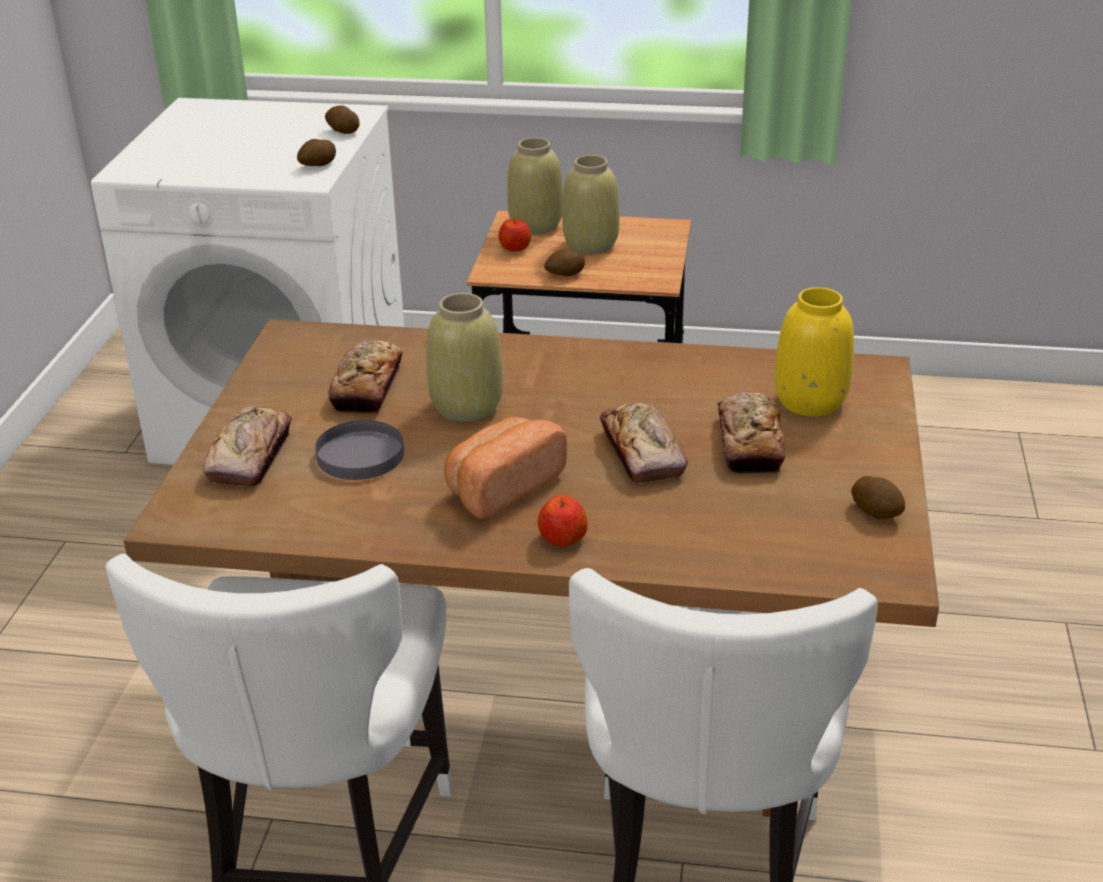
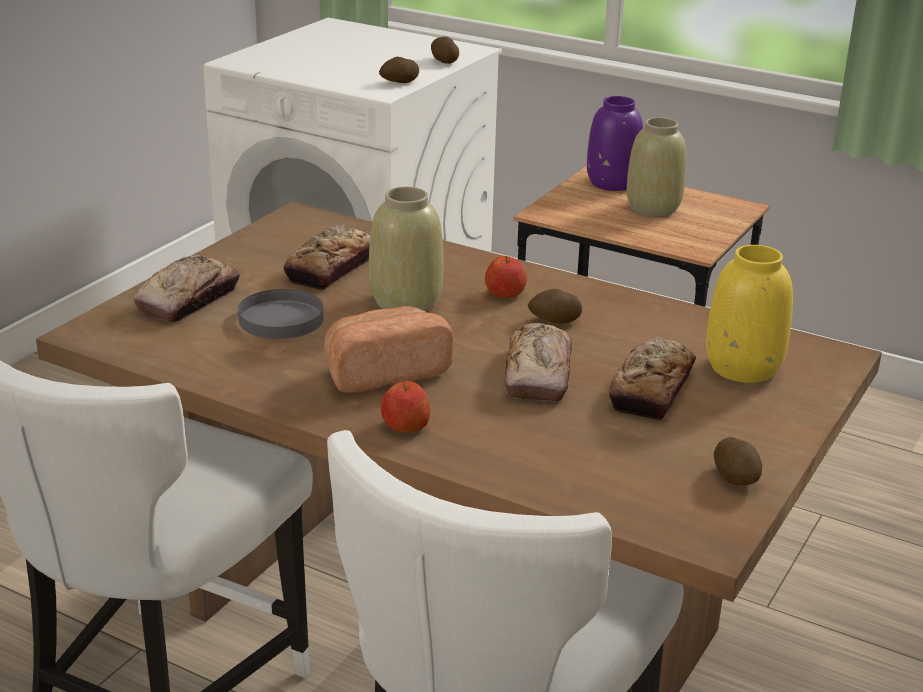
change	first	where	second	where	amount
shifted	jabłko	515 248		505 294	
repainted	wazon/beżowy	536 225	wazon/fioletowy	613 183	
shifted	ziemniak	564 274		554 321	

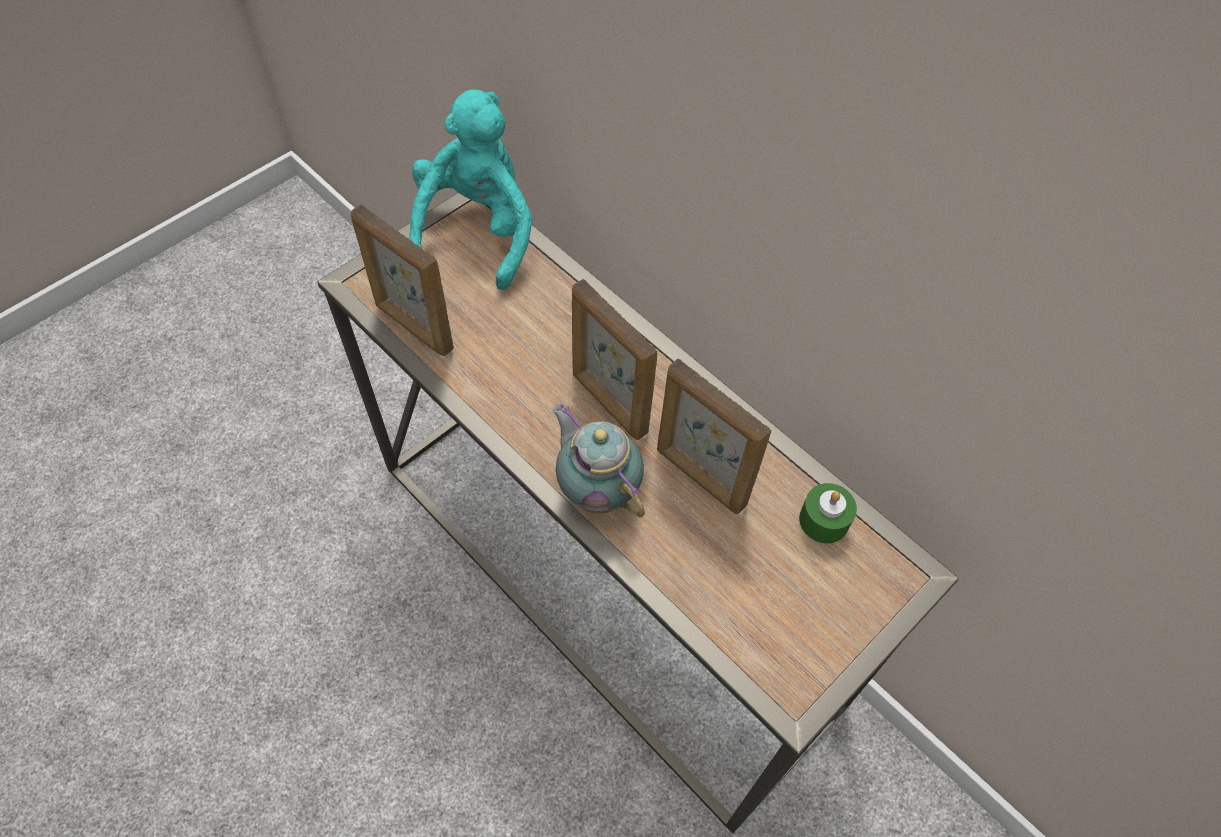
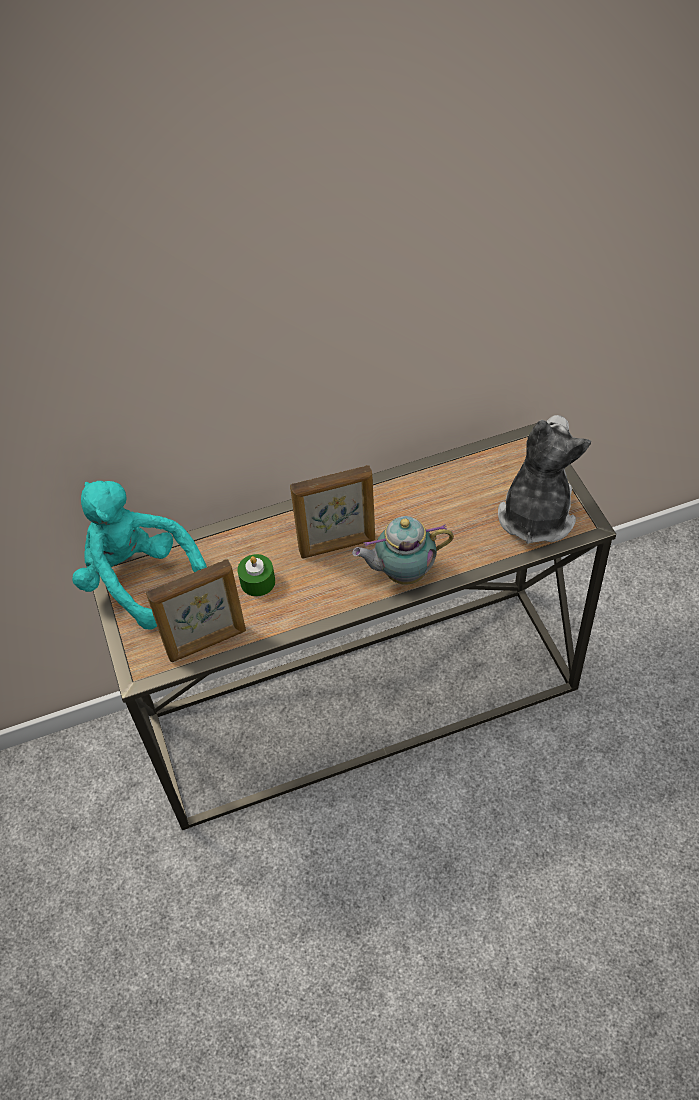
change	first	where	second	where	amount
gone	ramka na zdjęcie	700 478			
shifted	świeca/zielony	824 520		257 582	
new			pluszak	536 514	

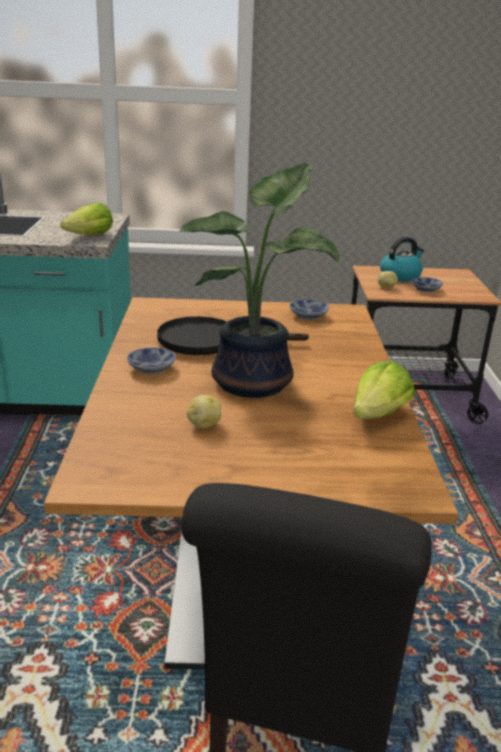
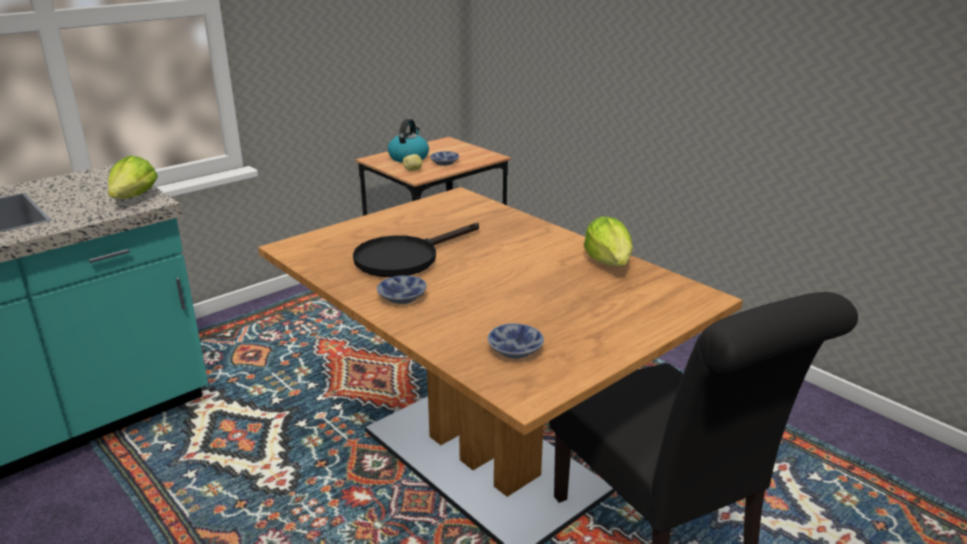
change	first	where	second	where	amount
gone	roślina doniczkowa	257 382			
gone	ziemniak	204 424			
shifted	miska	308 315		513 349	

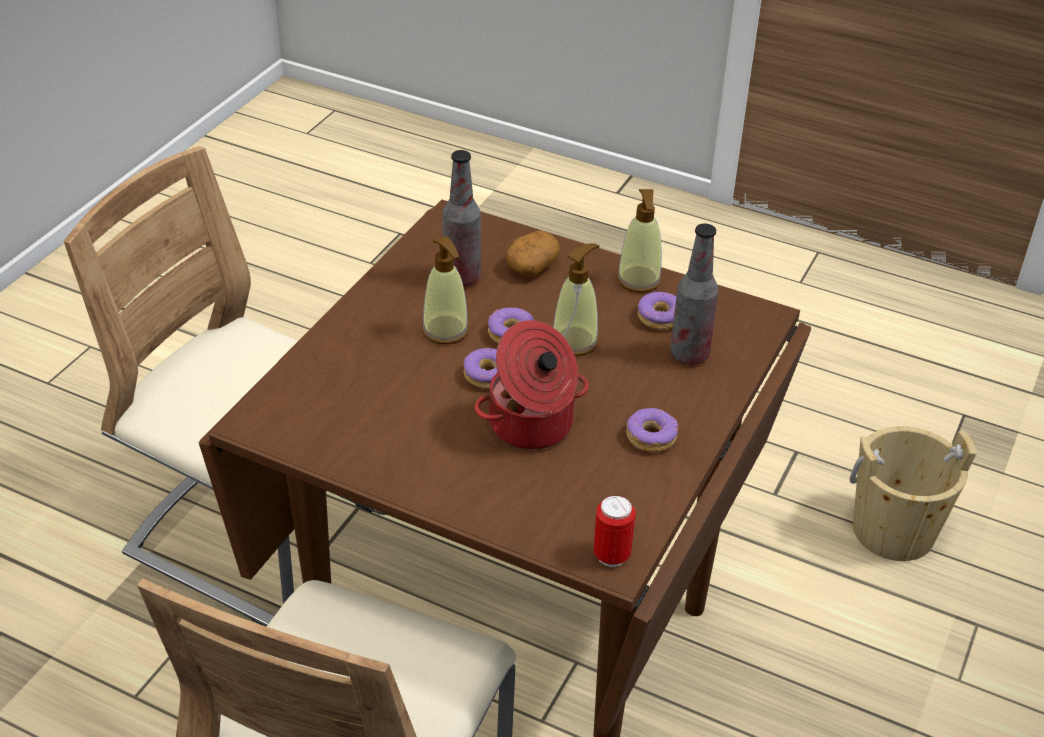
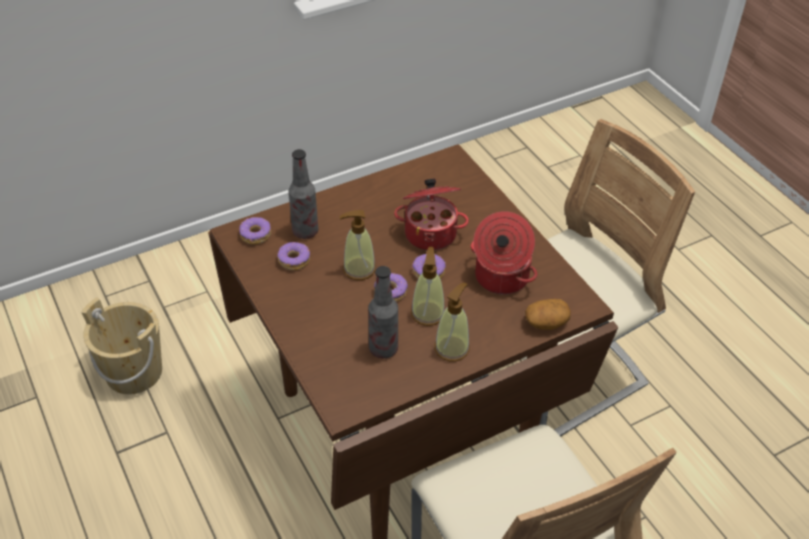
change	first	where	second	where	amount
shifted	ziemniak	532 266		546 322	
gone	puszka	611 555			
shifted	dozownik mydła	639 280		452 348	
shifted	donut	651 437		255 235	
new			garnek	500 277	

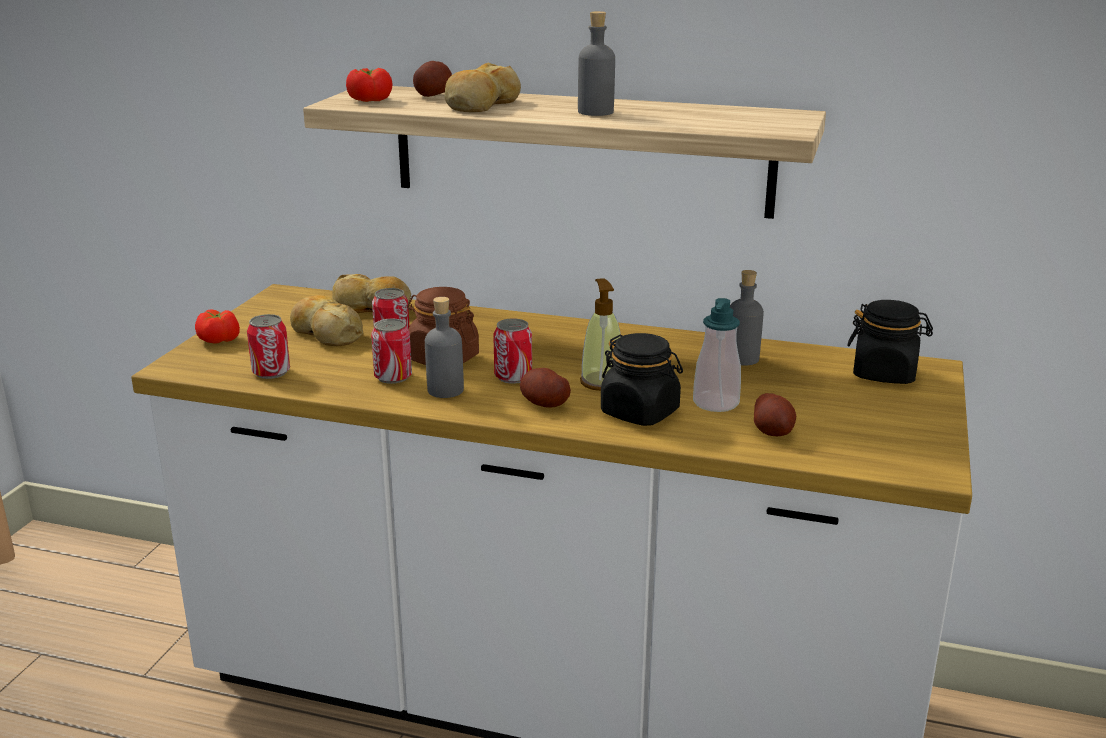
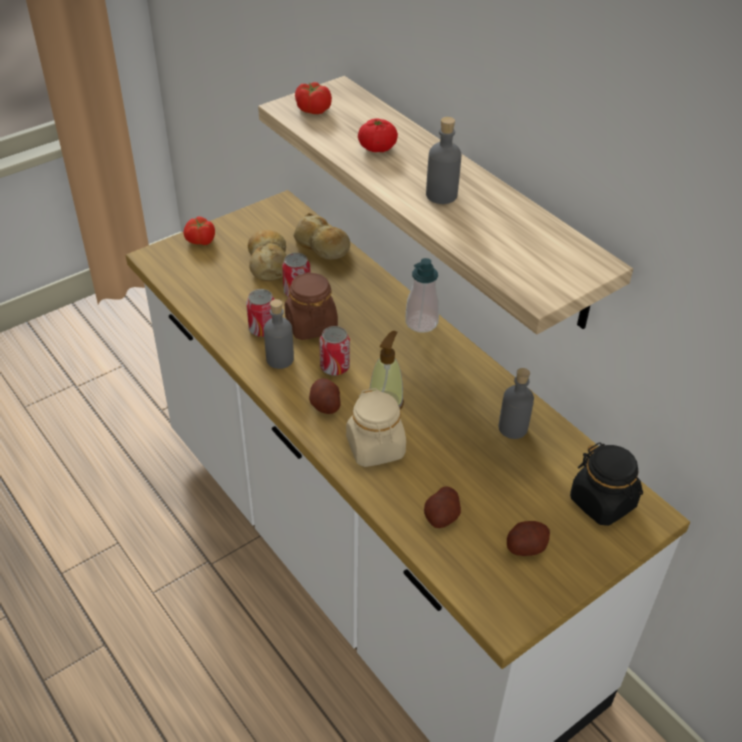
change	first	where	second	where	amount
gone	puszka	271 372			
shifted	ziemniak	433 95		526 547	
swapped	chleb	481 104	pomidor	377 148	
repainted	słoik/czarny	640 412	słoik/beżowy	375 448	
shifted	dozownik mydła	716 403		421 323	

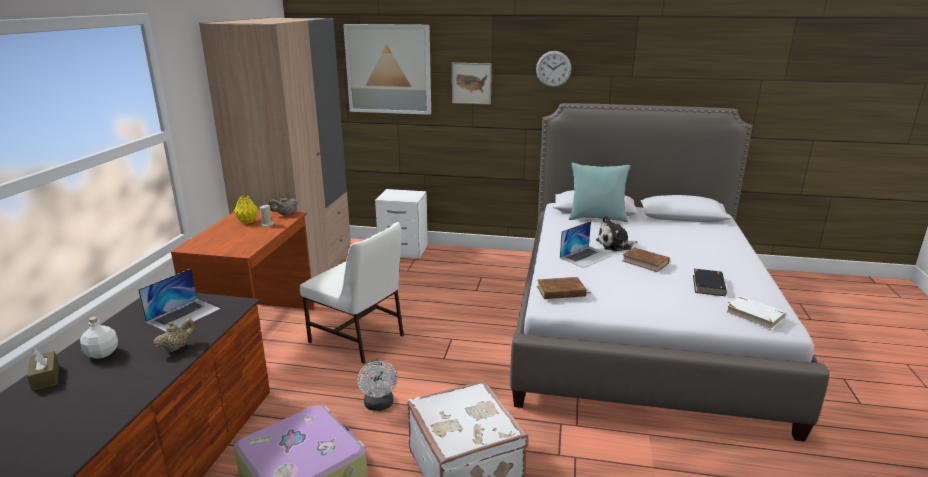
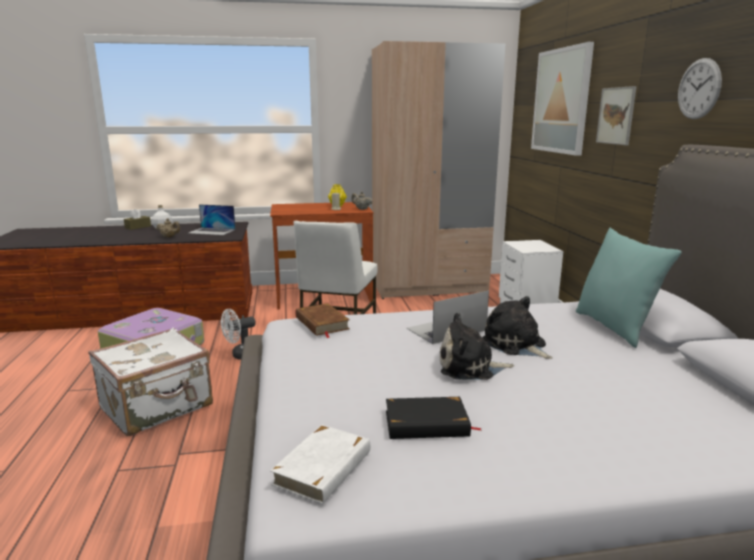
change	first	where	second	where	amount
rotated	laptop	586 256		446 329	120 degrees clockwise
swapped	książka/brązowy	645 262	pluszak	470 367	

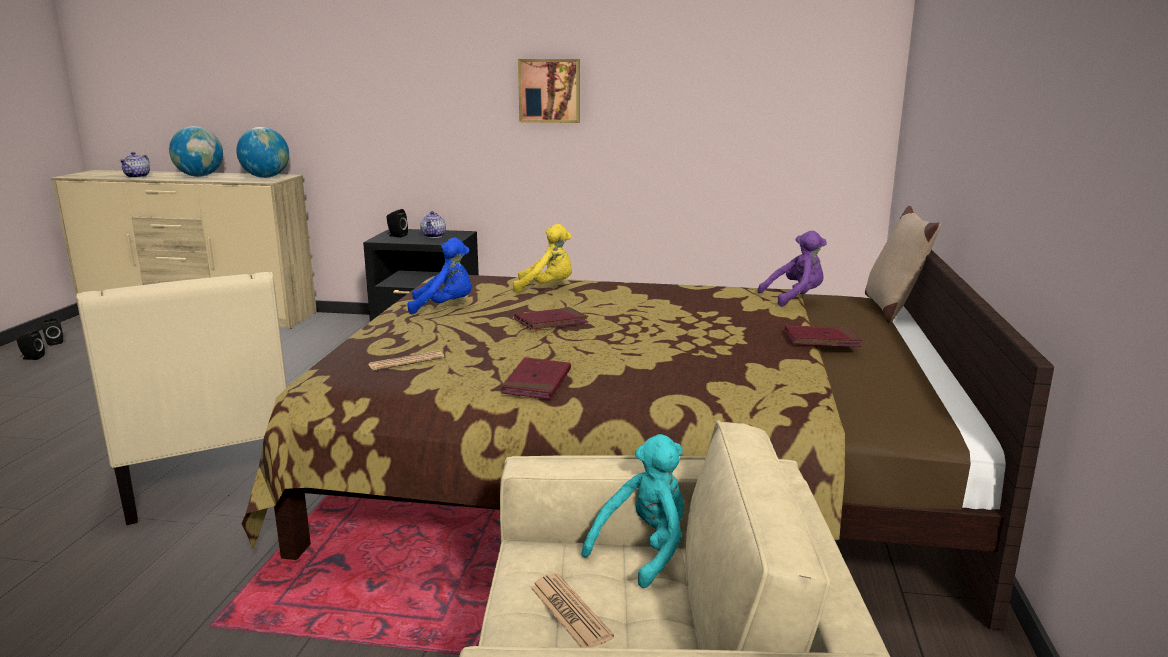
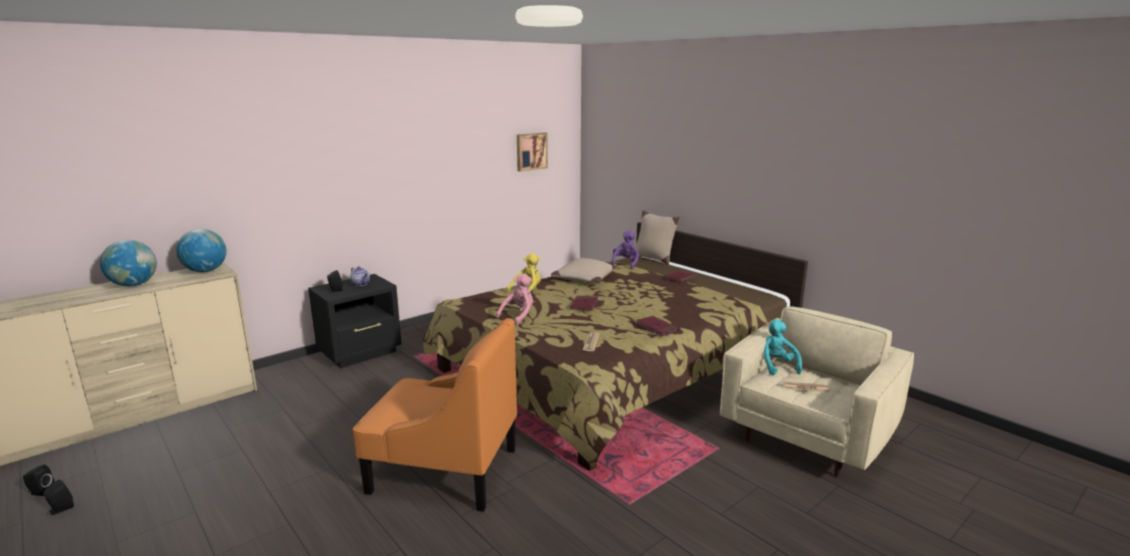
change	first	where	second	where	amount
repainted	fotel/beżowy	205 467	fotel/pomarańczowy	443 470	
gone	imbryk	137 176			
repainted	pluszak/niebieski	445 307	pluszak/różowy	518 316	
shifted	obraz	550 90		531 151	
new			poduszka/beżowy	585 278	

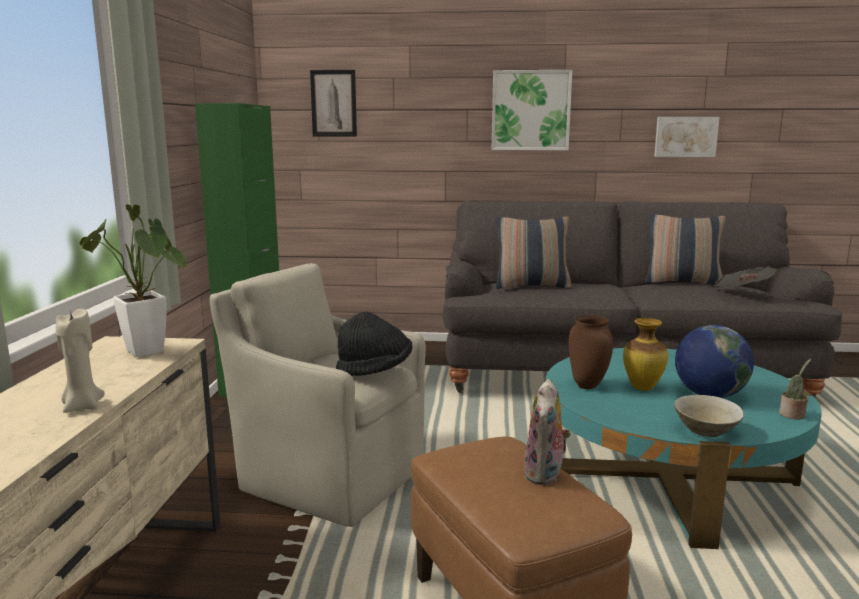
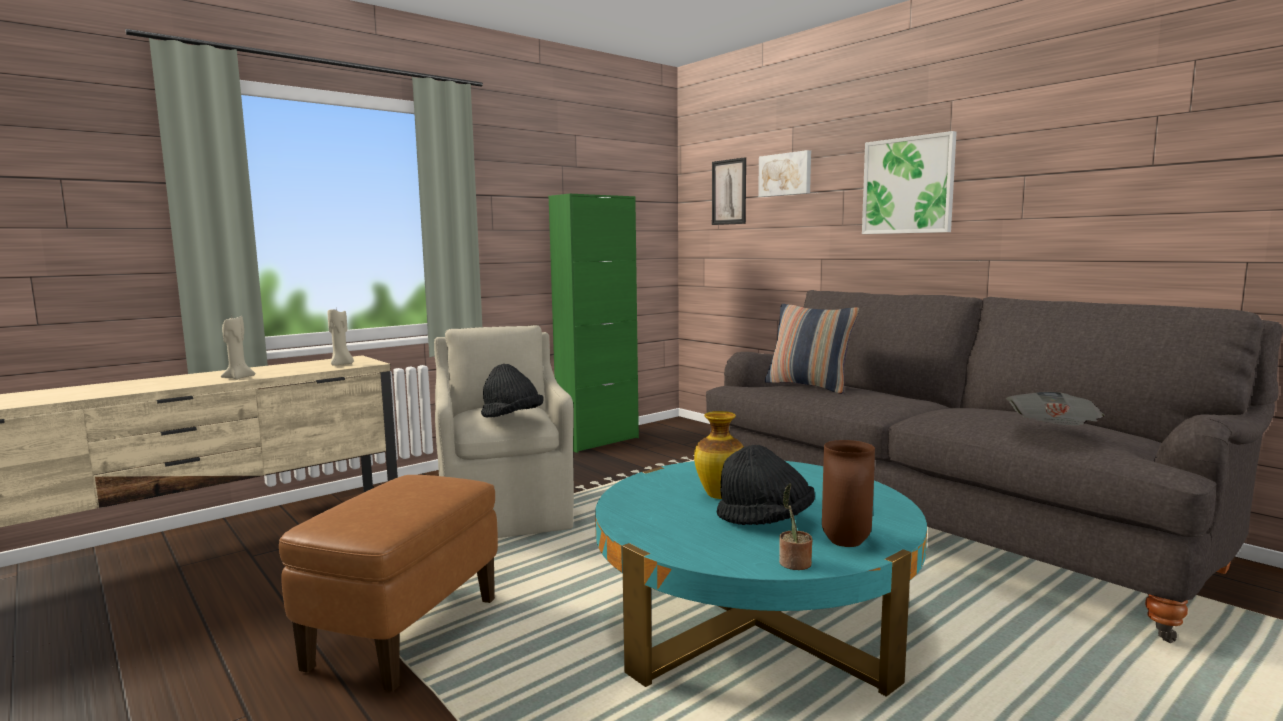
change	first	where	second	where	amount
swapped	roślina doniczkowa	148 354	świeca/beżowy	341 365	
gone	pluszak	545 475			
shifted	wazon/brązowy	588 386		847 543	
gone	poduszka	682 282			
shifted	obraz	685 136		785 174	
gone	miska/beżowy	705 431			
swapped	globus	709 395	kapelusz/czarny	765 521	

